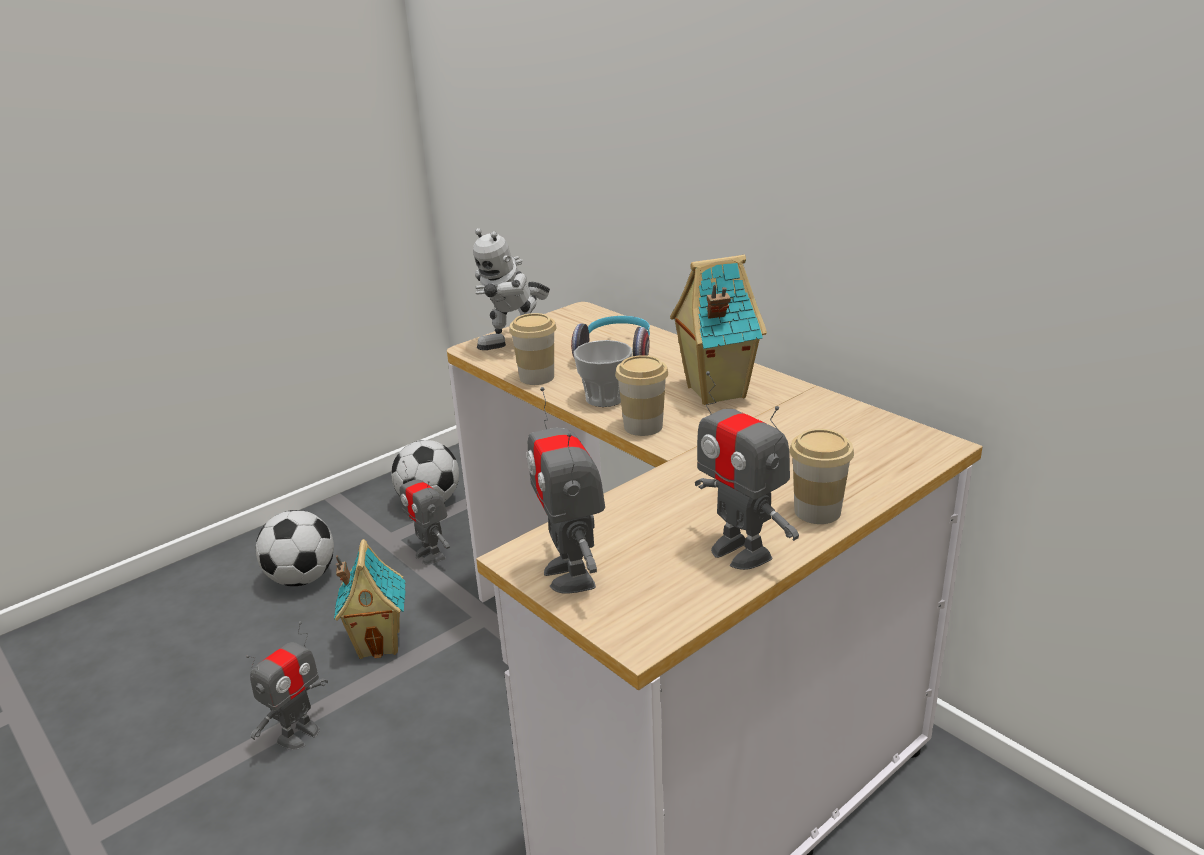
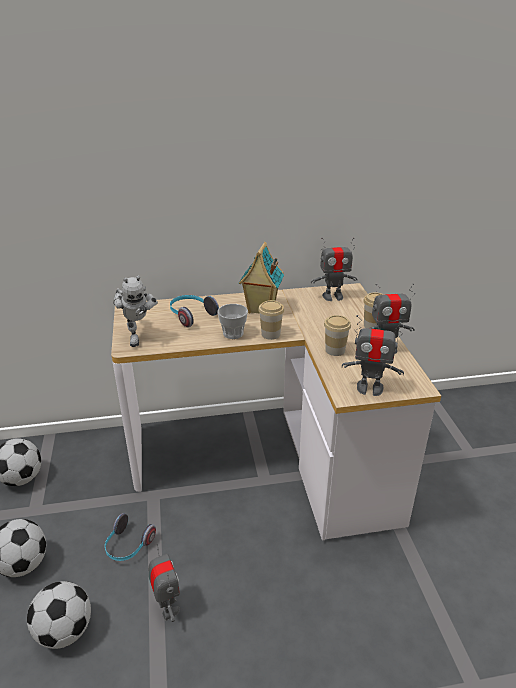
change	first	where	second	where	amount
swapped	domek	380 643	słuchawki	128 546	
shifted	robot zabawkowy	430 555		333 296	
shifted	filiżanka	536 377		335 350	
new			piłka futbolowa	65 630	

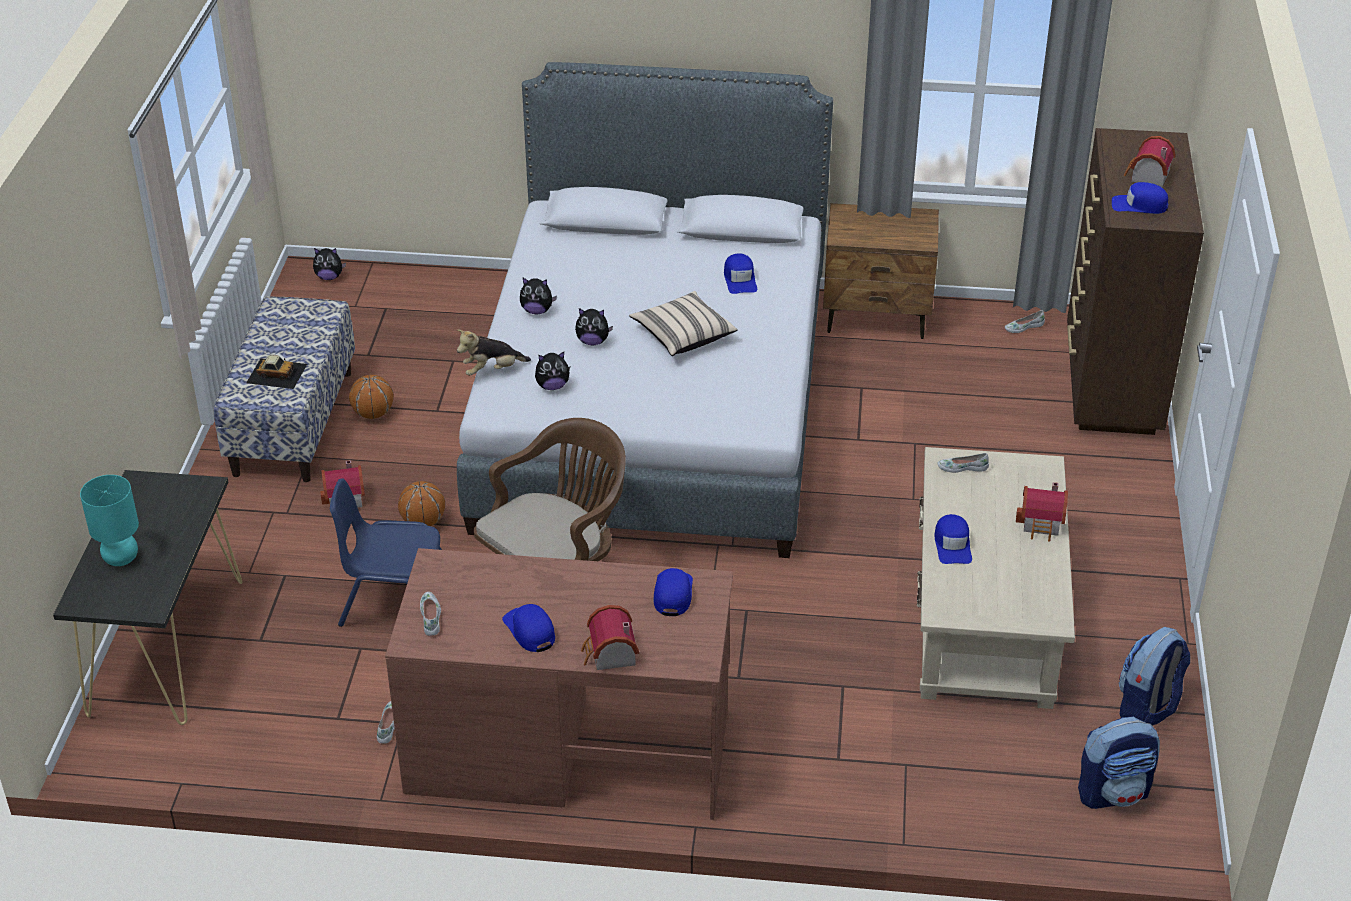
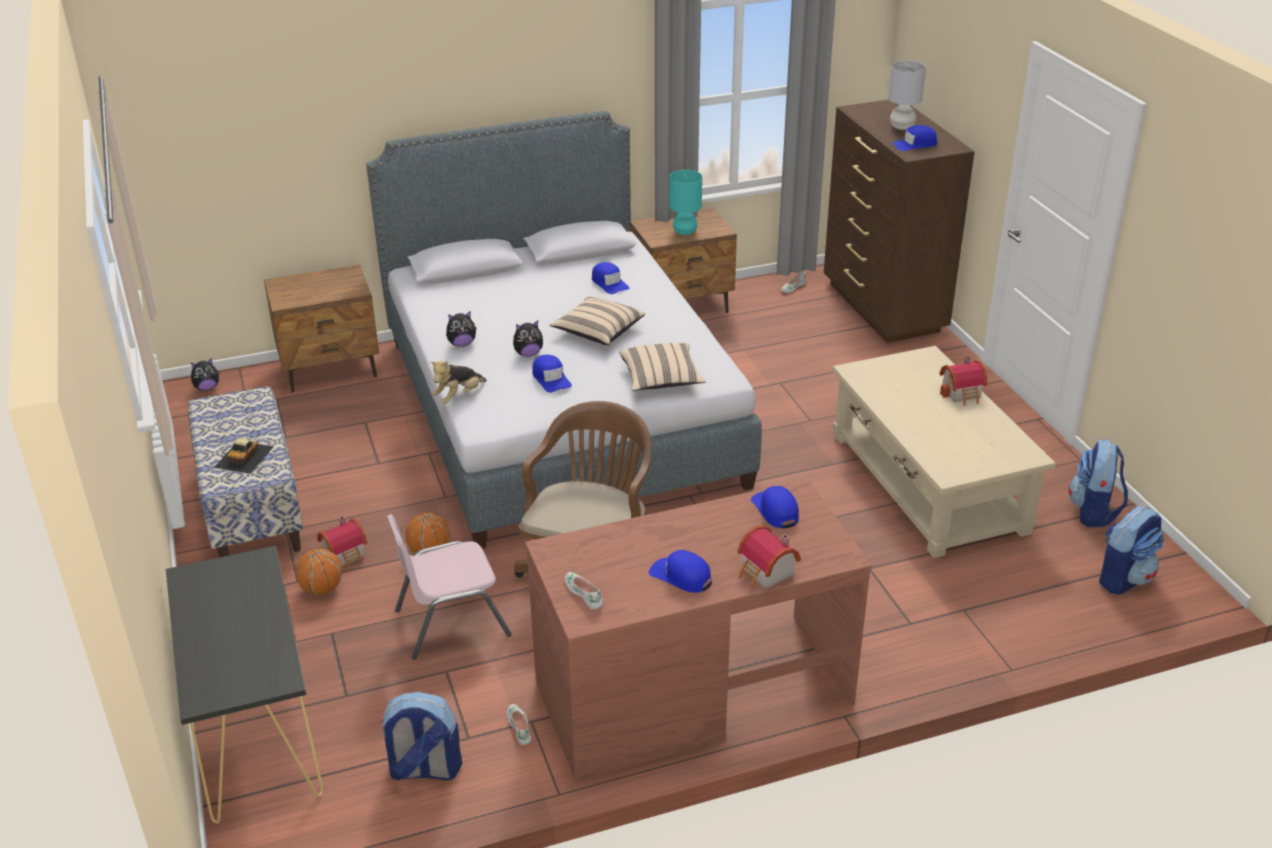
change	first	where	second	where	amount
shifted	lampa stołowa/turkusowy	121 558		685 232	
rotated	samochodzik	276 373		244 456	120 degrees clockwise
repainted	krzesło/niebieski	396 601	krzesło/różowy	451 622	
shifted	piłka do koszykówki	373 414		322 589	
gone	pluszak	552 386			
shifted	czapka z daszkiem/niebieski	952 545		551 378	
gone	but/biały	962 467			
swapped	domek	1147 176	lampa stołowa/szary	901 127	
new			szafka nocna/brązowy	330 369	
new			plecak	424 770	
new			poduszka/beżowy	661 380	

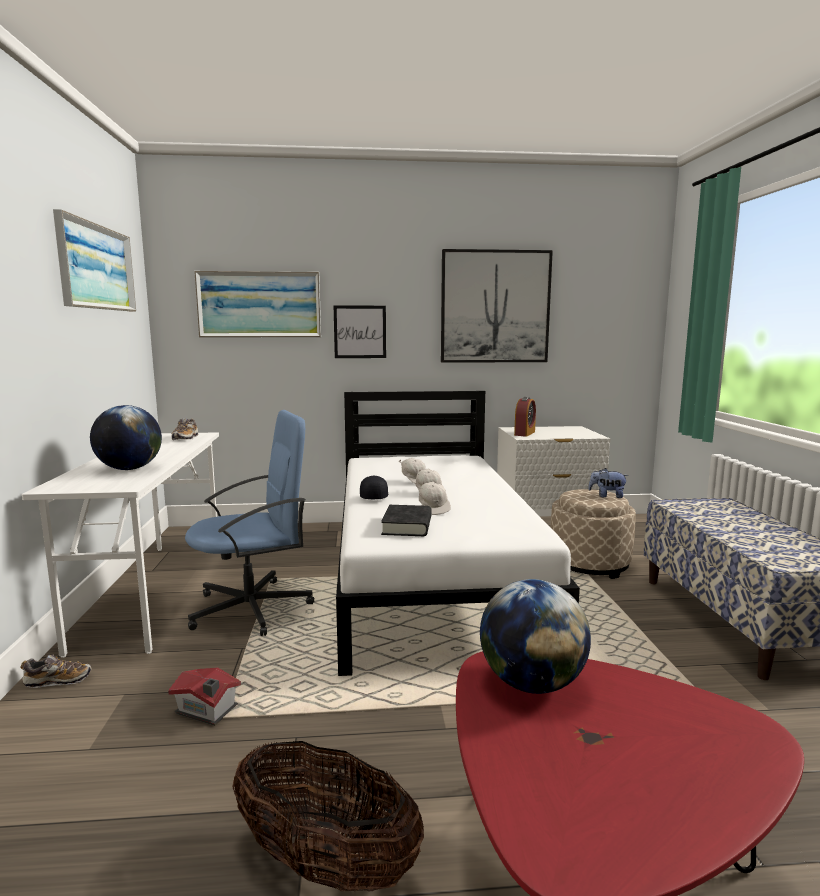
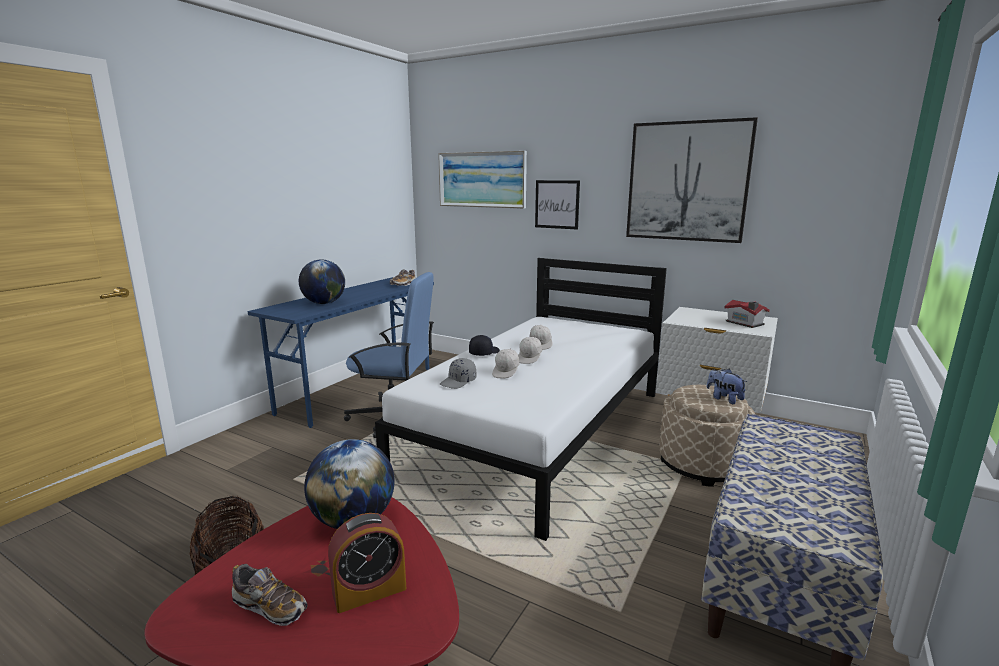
change	first	where	second	where	amount
shifted	but	58 681		270 607	
repainted	biurko/biały	154 591	biurko/niebieski	359 389	
gone	obraz	96 267			
shifted	domek	206 711		745 323	
swapped	książka/czarny	407 526	czapka z daszkiem/szary	458 382	
shifted	budzik	524 433		369 591	

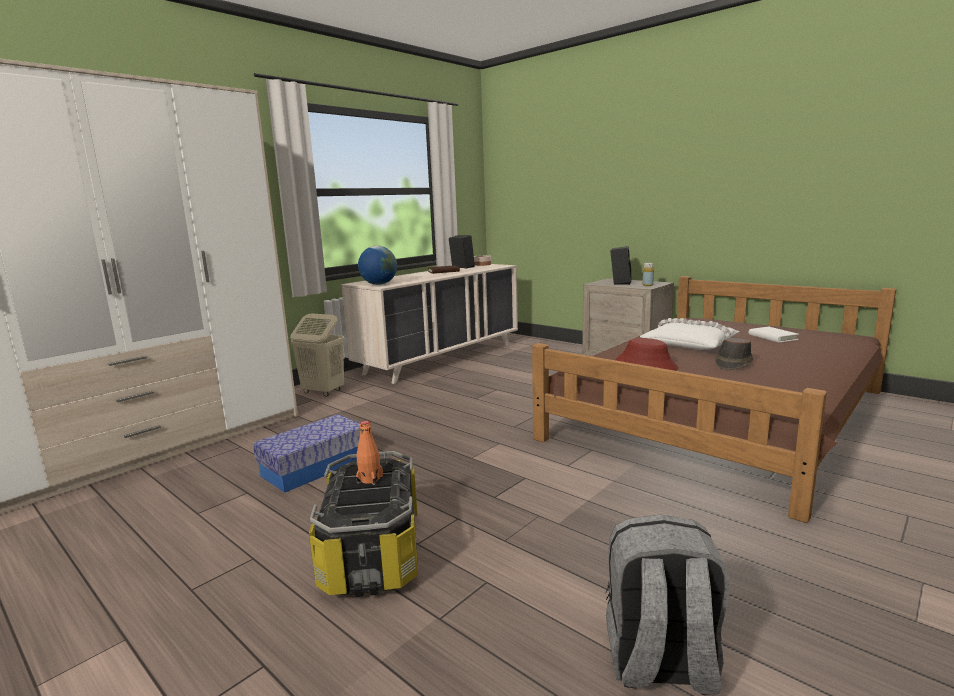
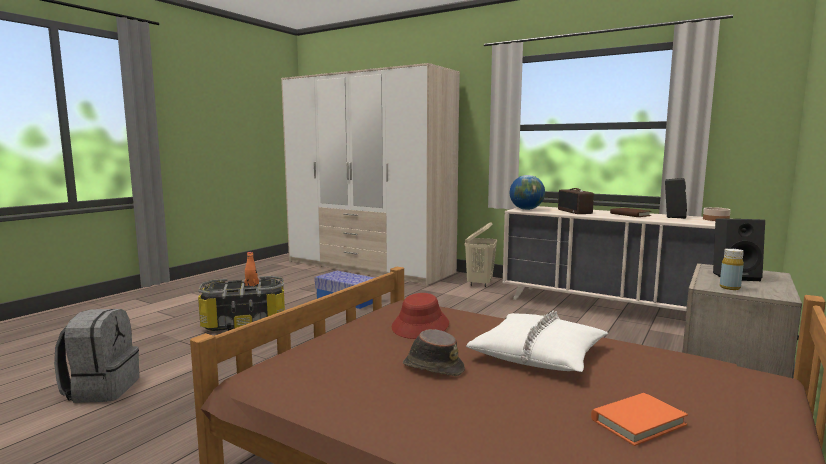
change	first	where	second	where	amount
repainted	książka/biały	772 337	książka/pomarańczowy	638 422	
new			radio	575 212	

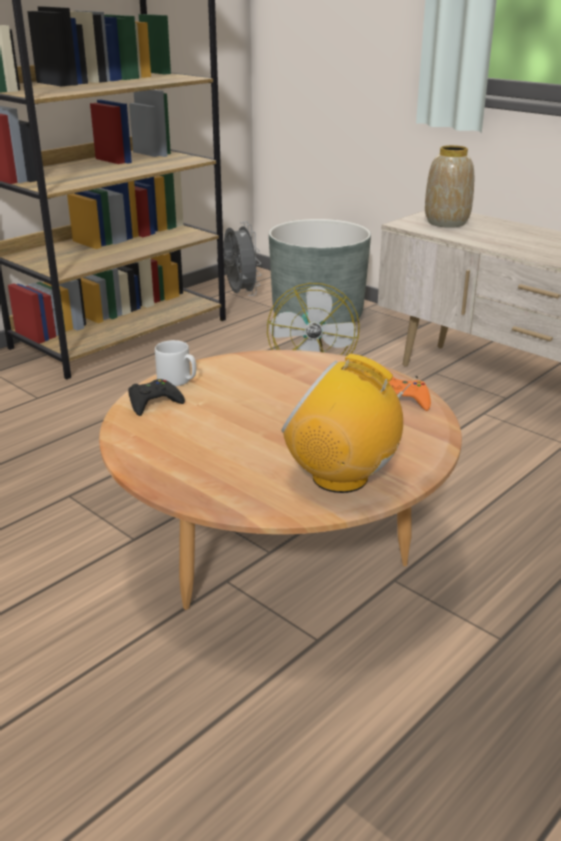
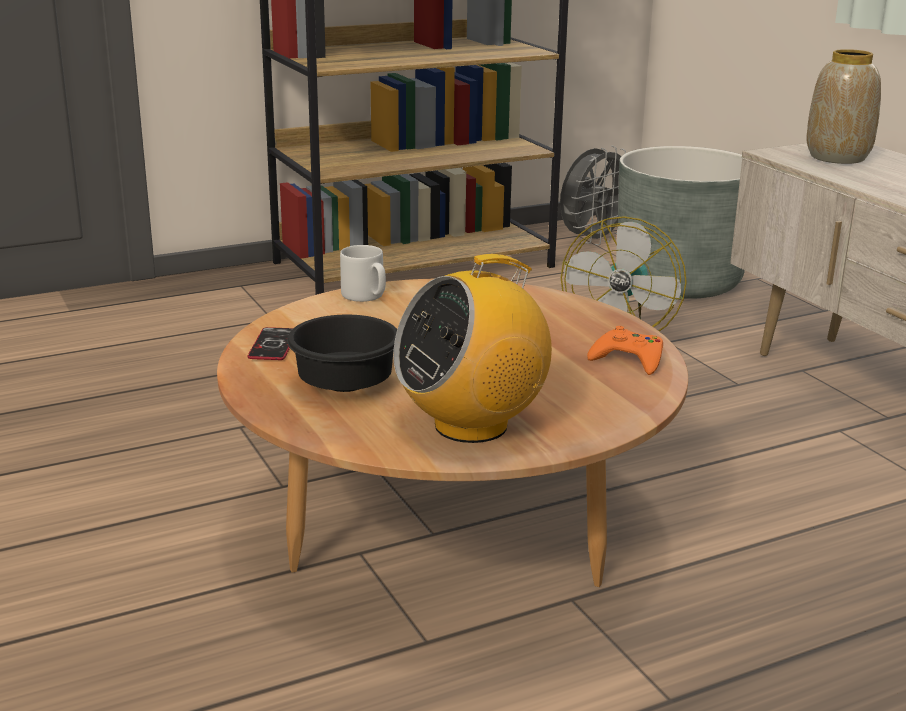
change	first	where	second	where	amount
gone	pad do gier/czarny	153 402			
rotated	wentylator/szary	239 294		592 240	45 degrees clockwise
rotated	radio	341 477		472 425	75 degrees counterclockwise
new			telefon	273 345	
new			miska/czarny	347 384	

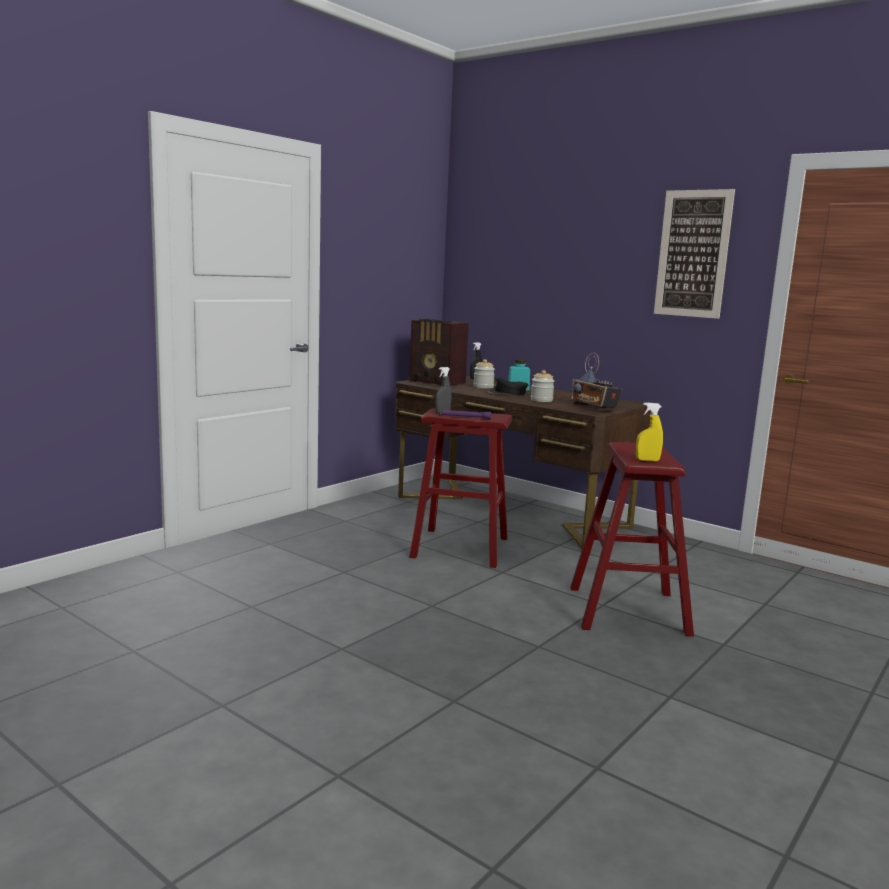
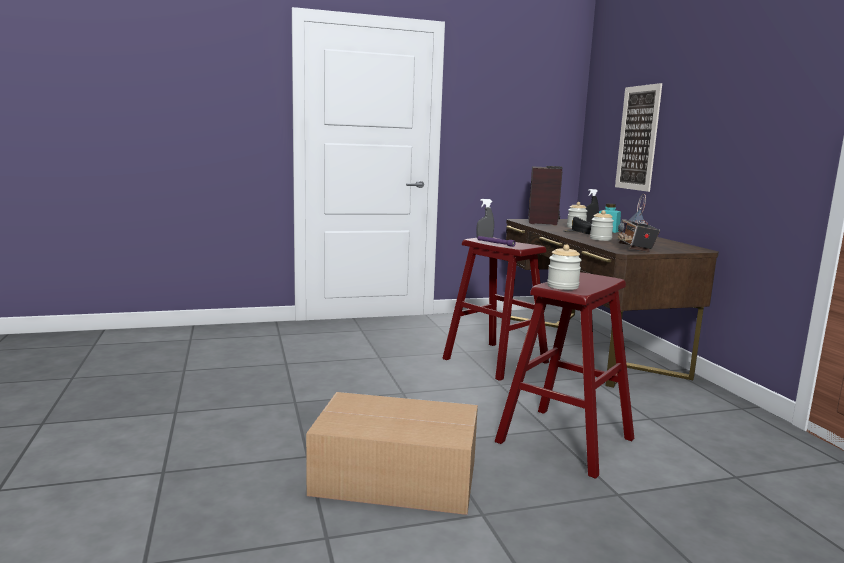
change	first	where	second	where	amount
rotated	radio	437 382		543 222	150 degrees counterclockwise
swapped	spryskiwacz/żółty	647 460	słoik	562 286	
shifted	obraz	693 254		638 138	
new			karton	397 478	

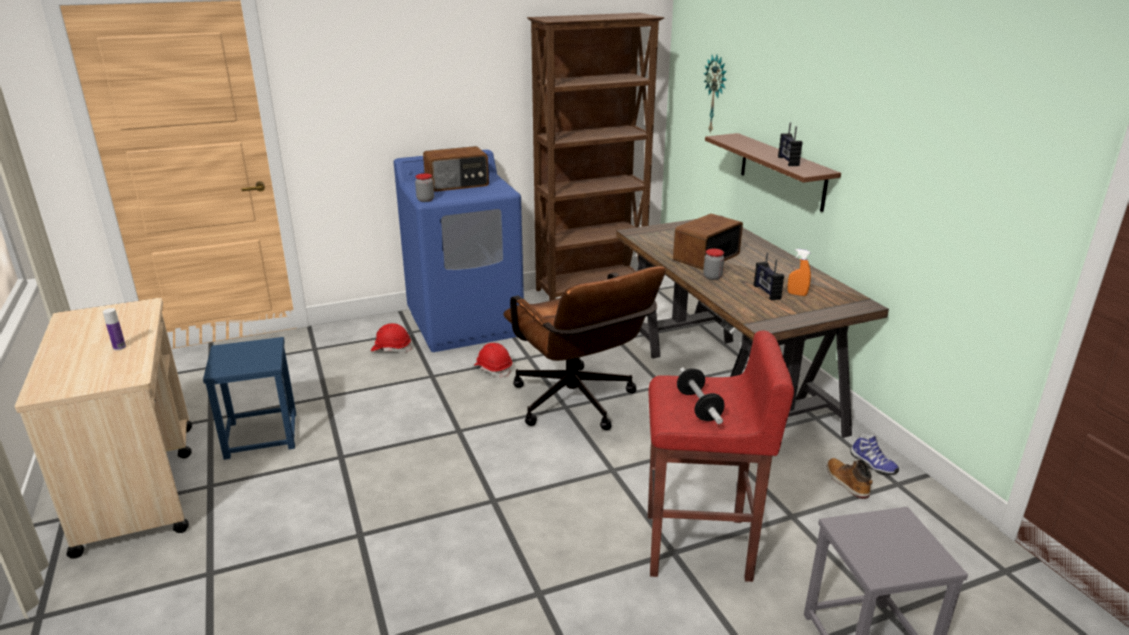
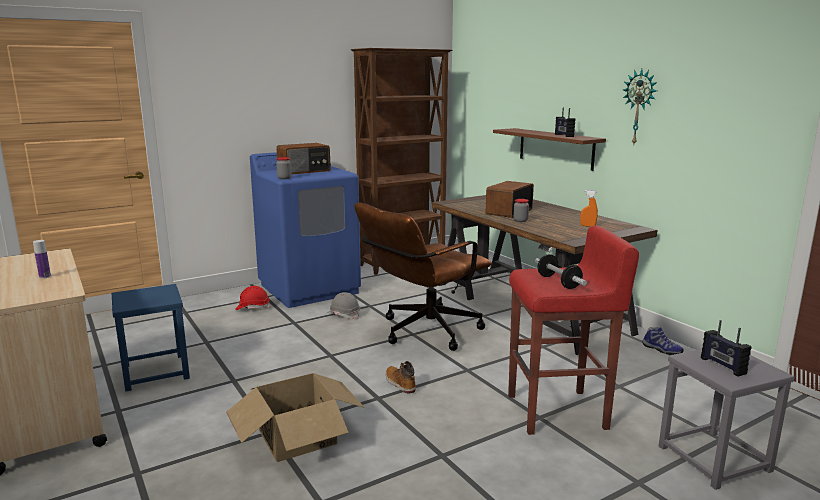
change	first	where	second	where	amount
repainted	kask/czerwony	493 369	kask/szary	344 315	
rotated	krzesło biurowe/brązowy	578 406		423 332	90 degrees clockwise
shifted	zegar ścienny	716 94		639 107	
shifted	radio	766 292		722 366	
shifted	but z cholewką	846 482		400 383	
new			karton	297 436	

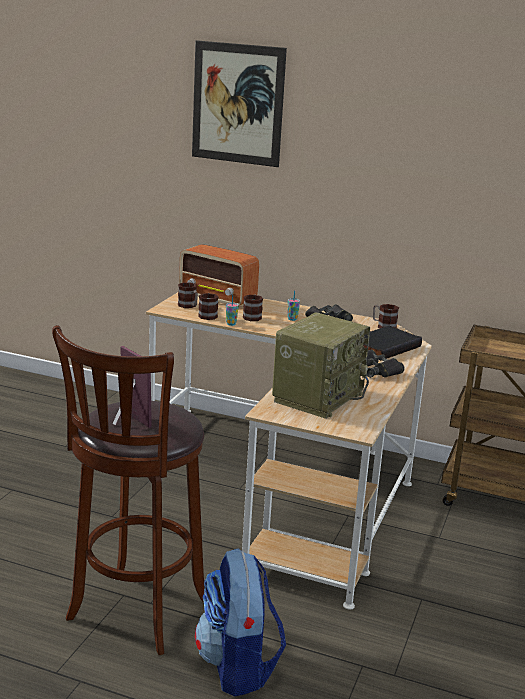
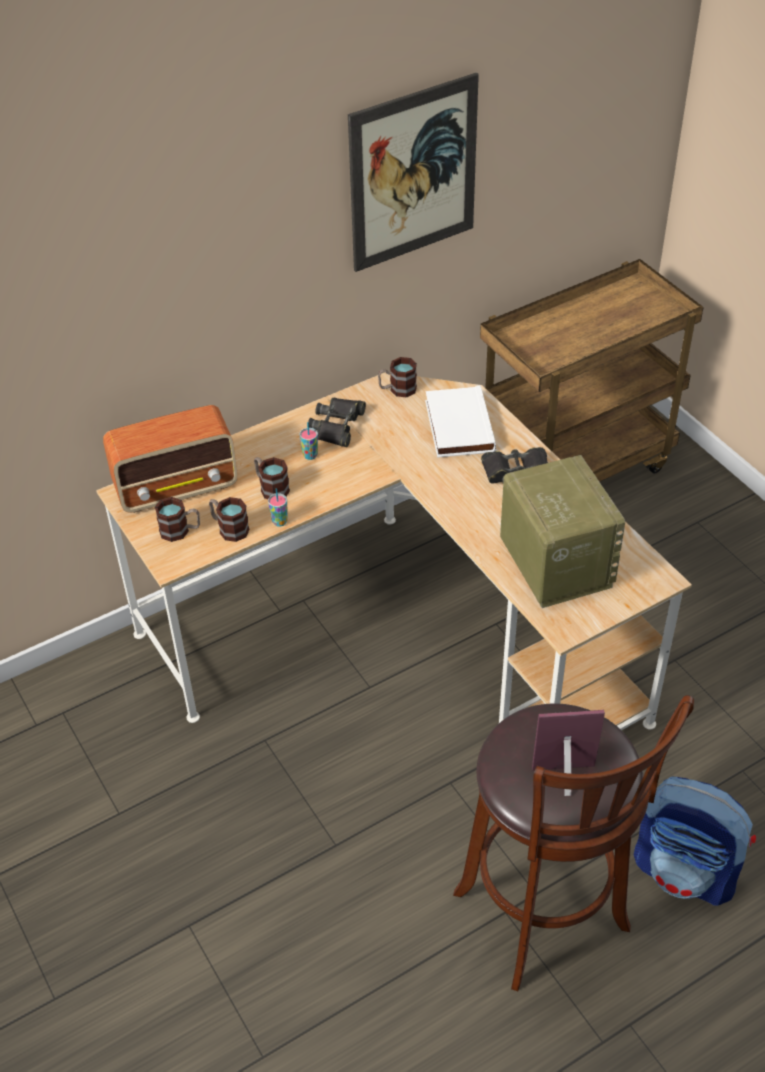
change	first	where	second	where	amount
shifted	obraz	237 104		413 174	
repainted	książka/czarny	383 346	książka/biały	457 426	

